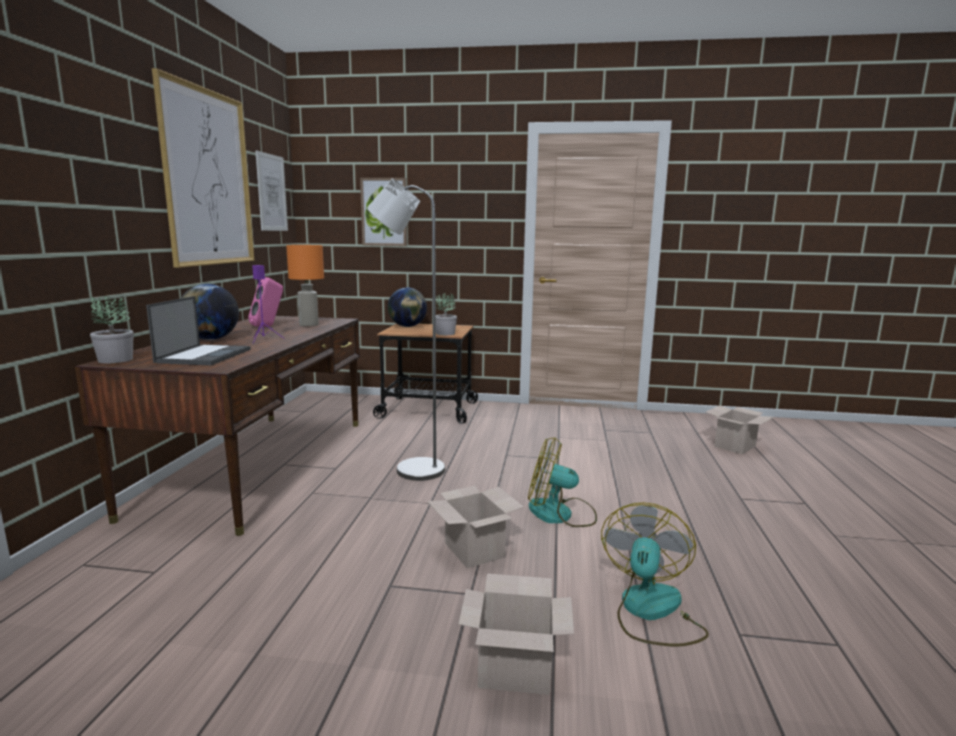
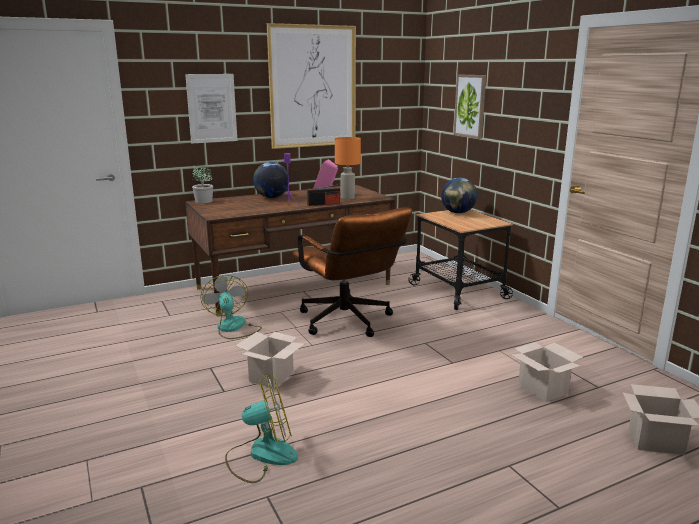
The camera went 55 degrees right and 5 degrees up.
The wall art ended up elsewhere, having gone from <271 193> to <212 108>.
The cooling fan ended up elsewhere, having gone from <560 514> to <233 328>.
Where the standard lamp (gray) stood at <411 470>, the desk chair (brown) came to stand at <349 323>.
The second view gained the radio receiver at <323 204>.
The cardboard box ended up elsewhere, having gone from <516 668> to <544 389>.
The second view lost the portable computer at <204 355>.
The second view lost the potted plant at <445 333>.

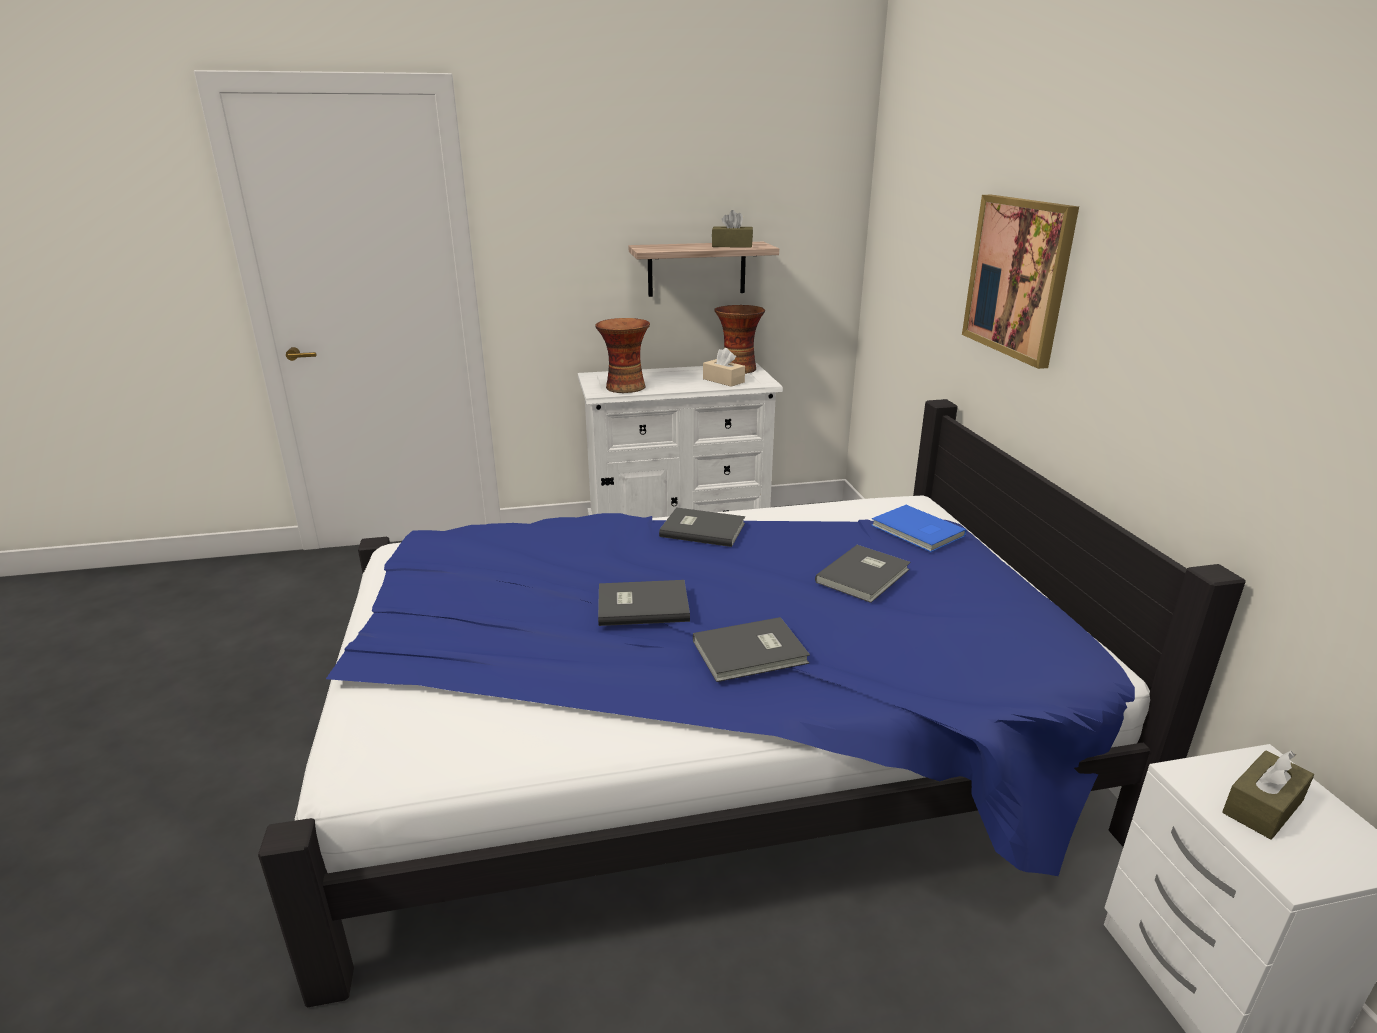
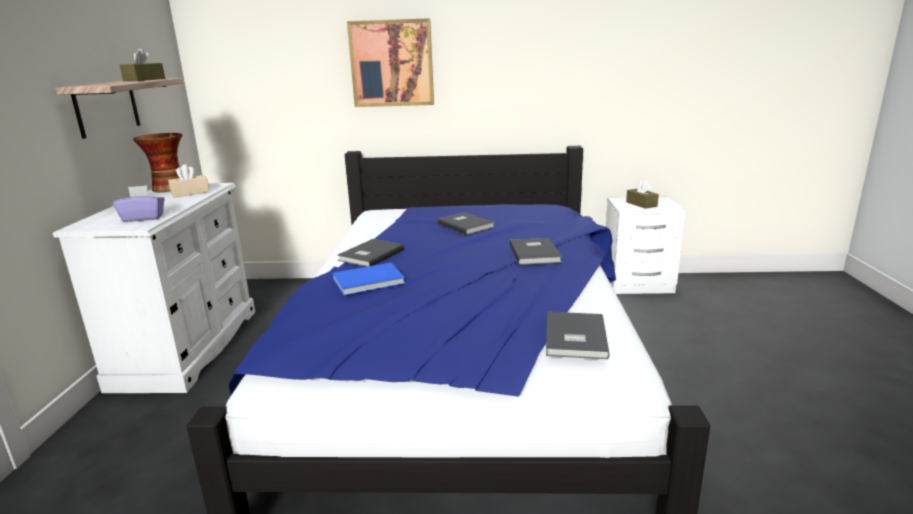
The camera went 75 degrees left and 5 degrees down.
Where the vase stood at <624 387>, the tissue holder (purple) came to stand at <143 218>.
The volume (blue) ended up elsewhere, having gone from <917 531> to <370 281>.
The volume (gray) ended up elsewhere, having gone from <641 605> to <573 338>.

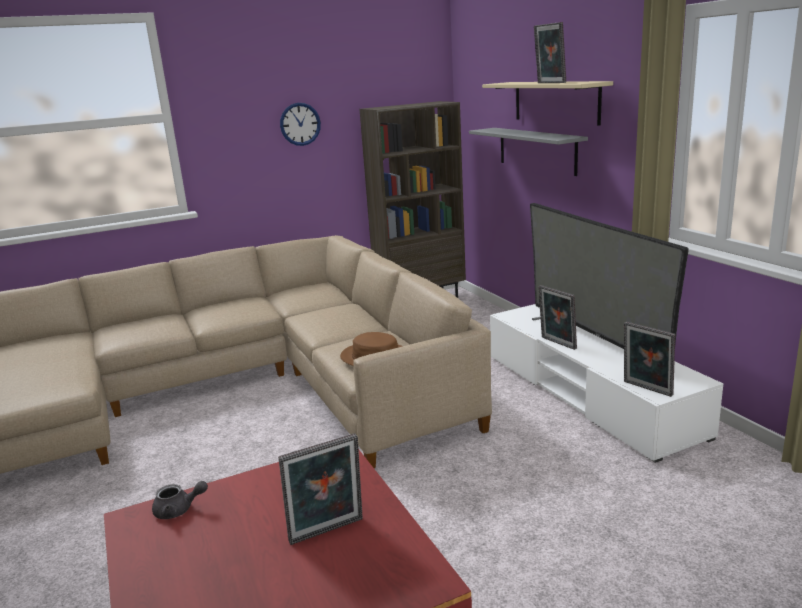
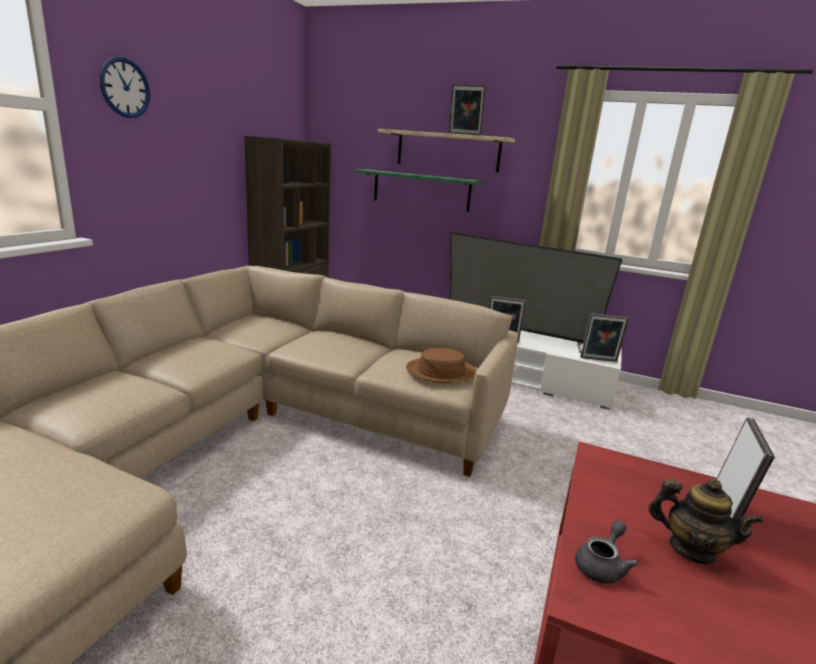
The camera went 45 degrees left and 0 degrees up.
The clock on the wall ended up elsewhere, having gone from <300 124> to <125 88>.
What was the wall shelf (gray) at <536 150> turned into the wall shelf (greenish) at <421 190>.
The second view gained the pot for tea at <691 549>.

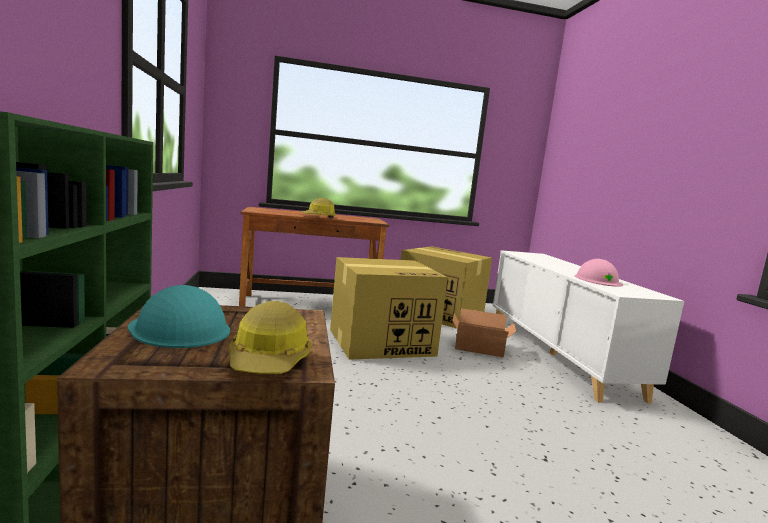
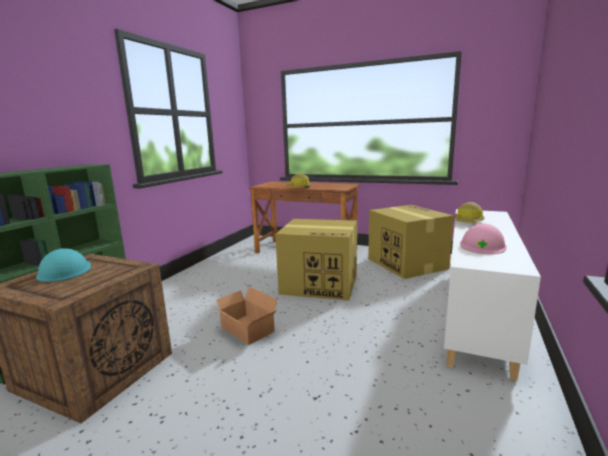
The camera went 35 degrees right and 5 degrees up.
The cardboard box ended up elsewhere, having gone from <480 349> to <246 330>.
The work helmet ended up elsewhere, having gone from <270 360> to <468 222>.

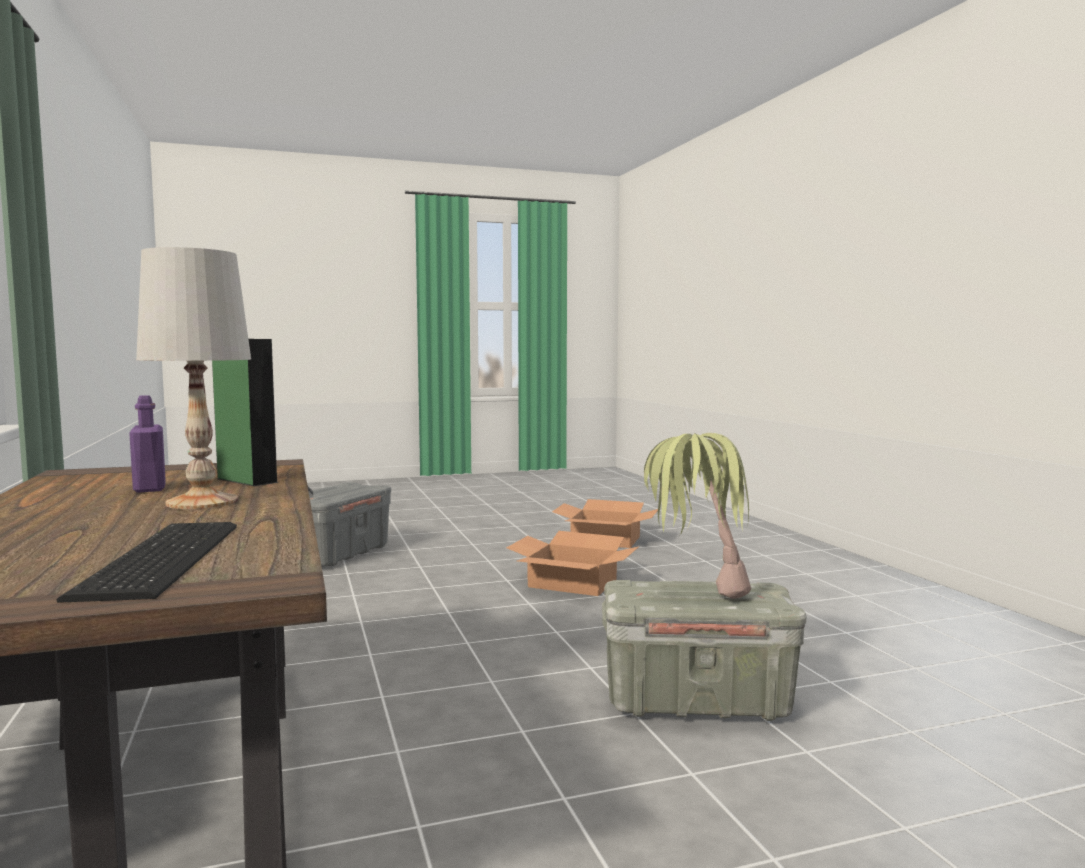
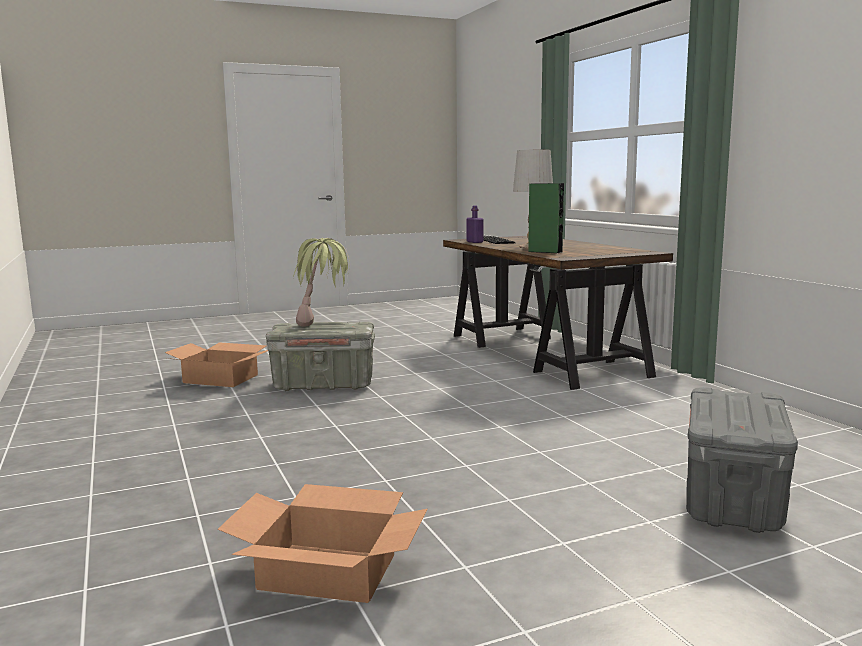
The camera went 175 degrees right and 5 degrees up.
The cardboard box ended up elsewhere, having gone from <572 583> to <220 379>.
The beverage bottle (purple) ended up elsewhere, having gone from <149 488> to <474 242>.

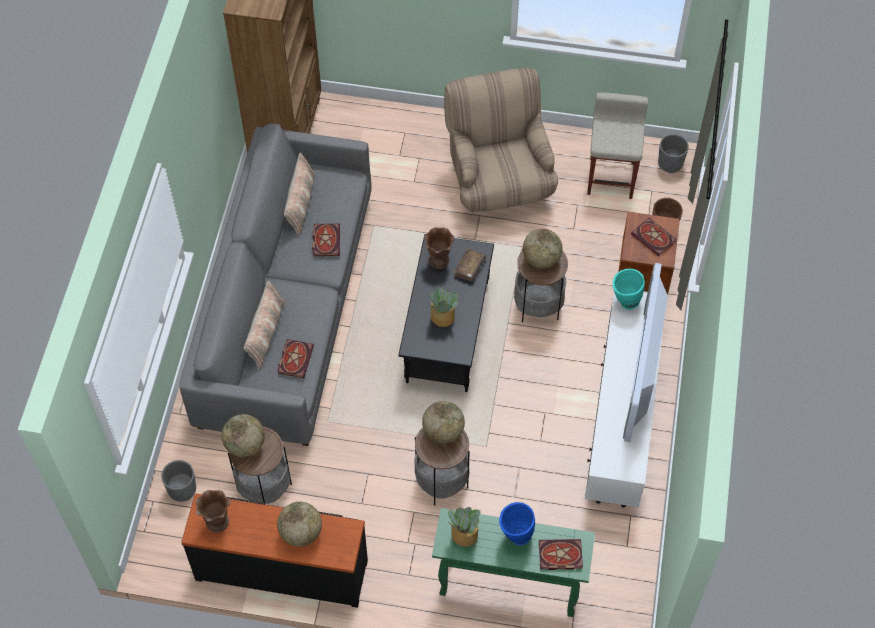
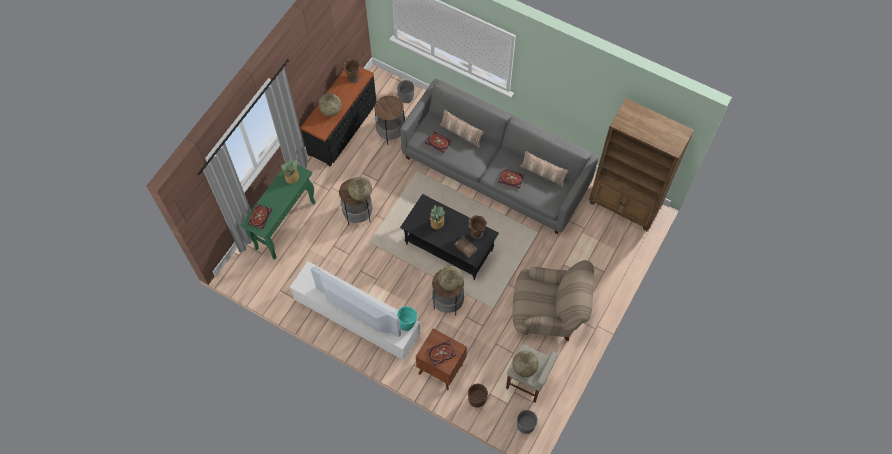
The camera went 110 degrees right and 5 degrees up.
The desk globe ended up elsewhere, having gone from <245 445> to <524 368>.
The second view lost the vase (blue) at <515 536>.

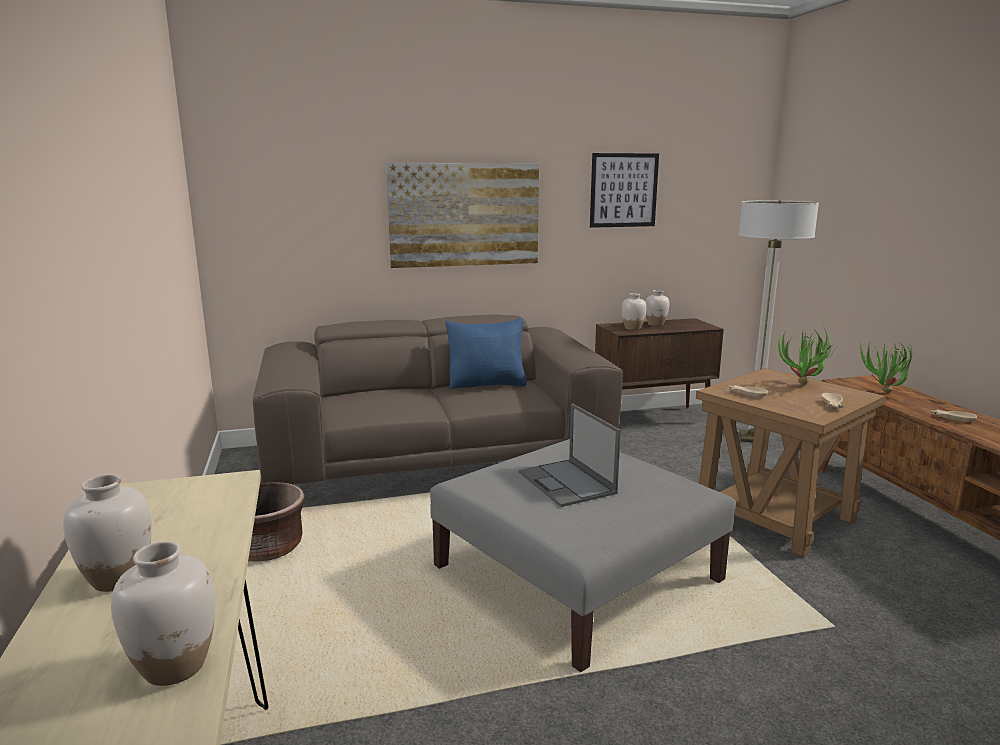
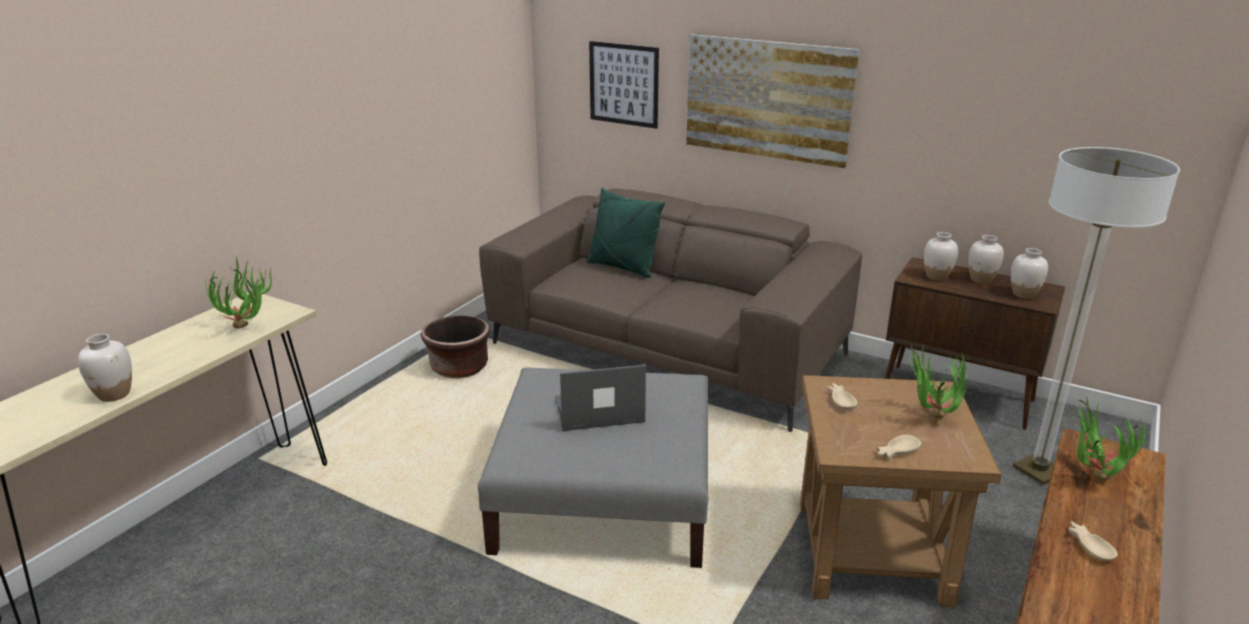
The camera went 45 degrees right and 10 degrees up.
The second view gained the potted plant at <248 329>.
The portable computer at <567 483> ended up facing another way, 60 degrees clockwise from before.
The second view gained the throw pillow (greenish) at <623 267>.
The wall art ended up elsewhere, having gone from <623 190> to <624 84>.
The vase (white) ended up elsewhere, having gone from <118 578> to <1023 294>.
The second view lost the throw pillow (blue) at <487 384>.

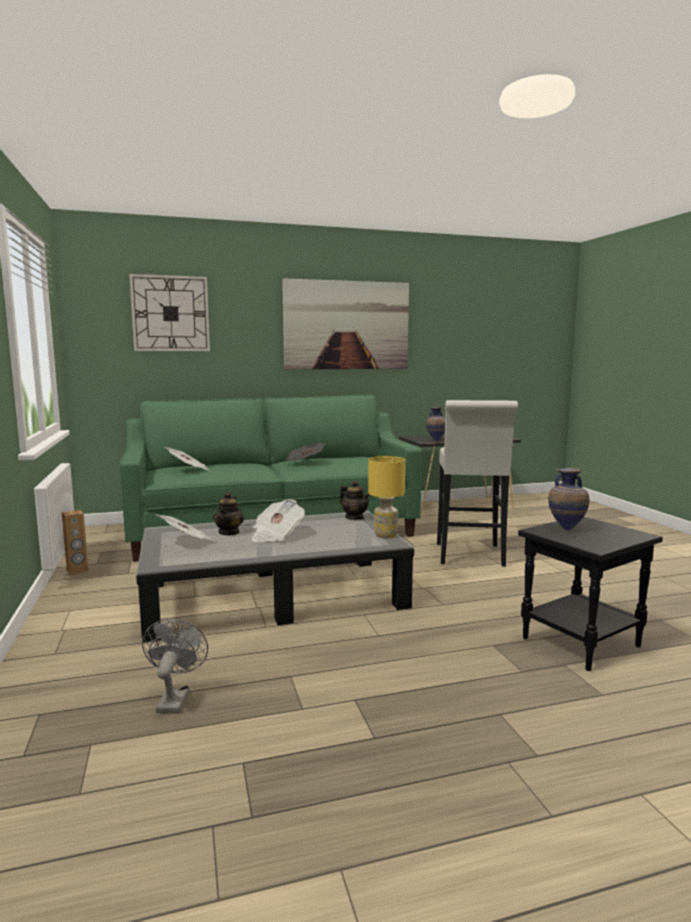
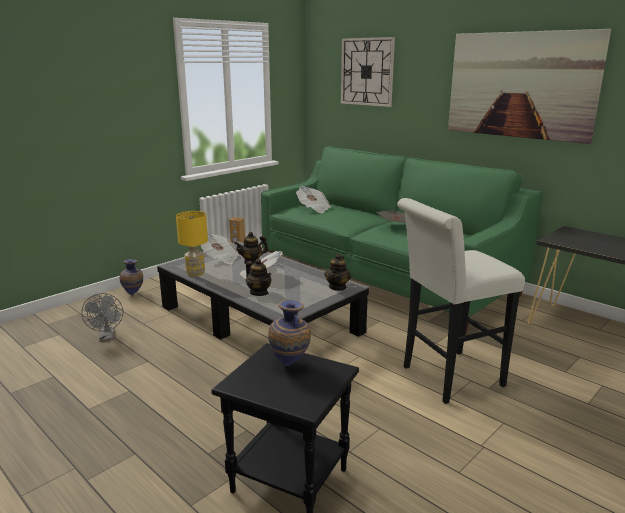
The camera went 60 degrees right and 10 degrees up.
The cooling fan (gray) at <174 698> ended up facing another way, 105 degrees clockwise from before.
The vase ended up elsewhere, having gone from <436 440> to <134 294>.
The table lamp (yellowish) ended up elsewhere, having gone from <385 535> to <195 273>.
The second view gained the pot for tea at <259 292>.

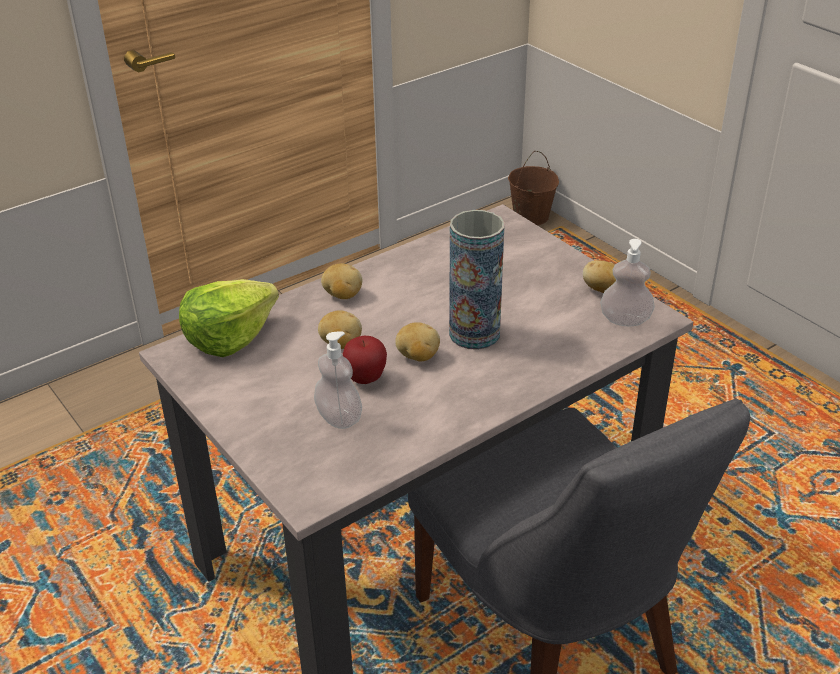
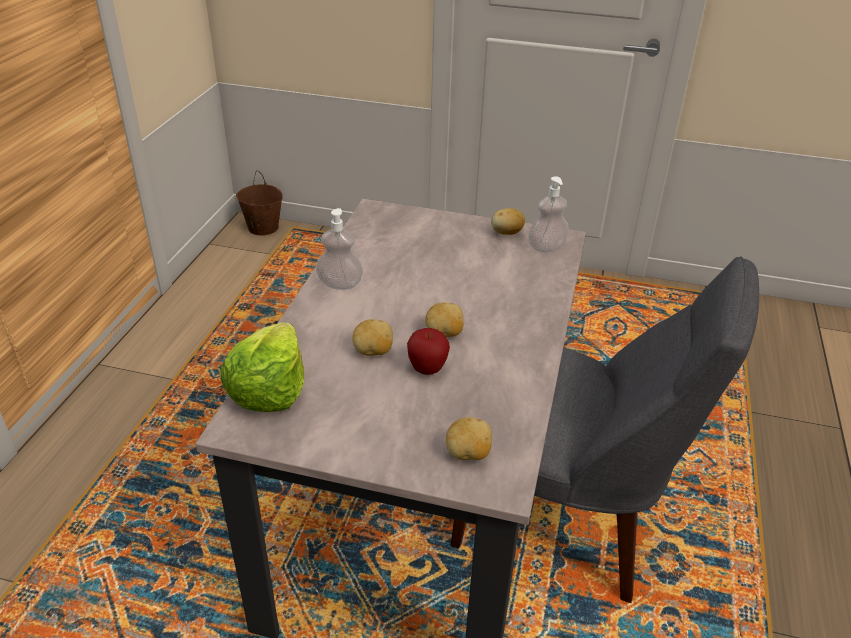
The camera went 40 degrees left and 0 degrees up.
The soap dispenser ended up elsewhere, having gone from <339 418> to <340 284>.
The spud ended up elsewhere, having gone from <342 295> to <468 454>.
The second view lost the vase at <474 334>.

